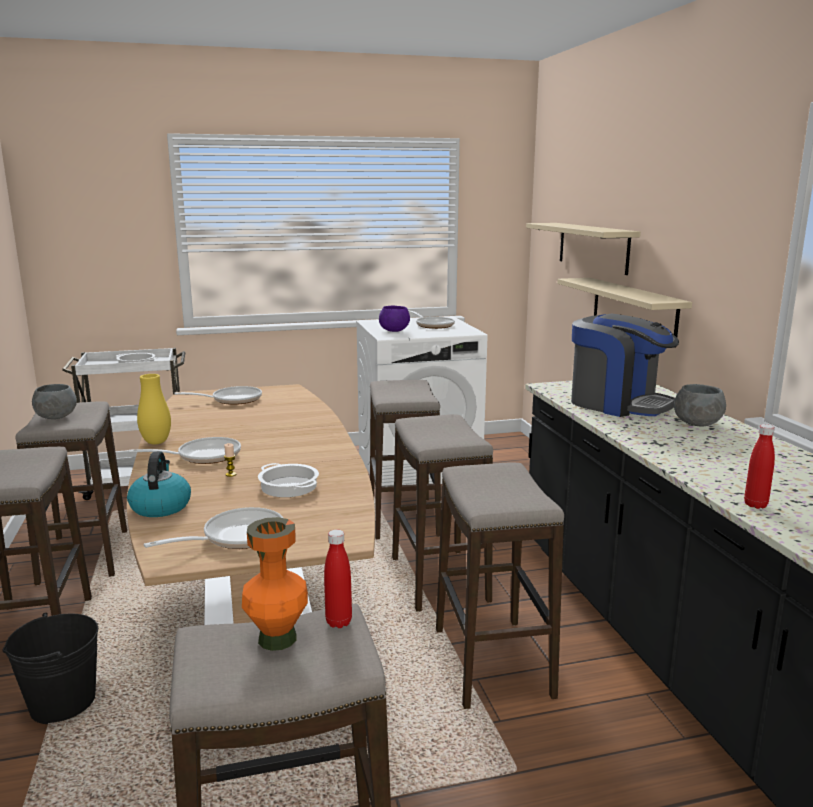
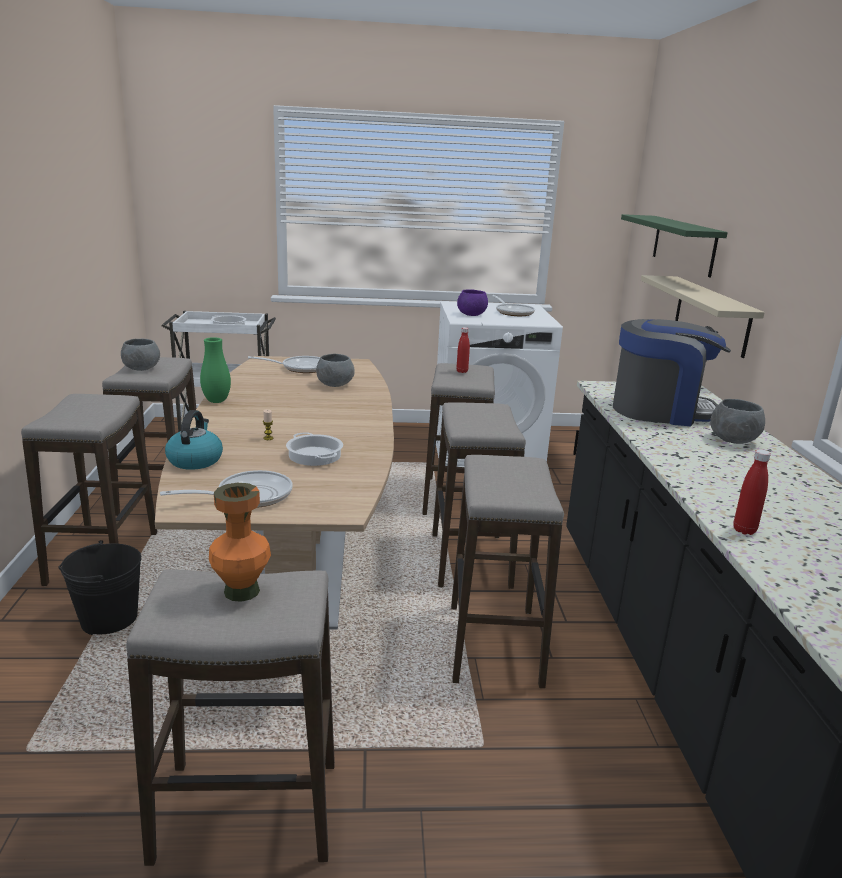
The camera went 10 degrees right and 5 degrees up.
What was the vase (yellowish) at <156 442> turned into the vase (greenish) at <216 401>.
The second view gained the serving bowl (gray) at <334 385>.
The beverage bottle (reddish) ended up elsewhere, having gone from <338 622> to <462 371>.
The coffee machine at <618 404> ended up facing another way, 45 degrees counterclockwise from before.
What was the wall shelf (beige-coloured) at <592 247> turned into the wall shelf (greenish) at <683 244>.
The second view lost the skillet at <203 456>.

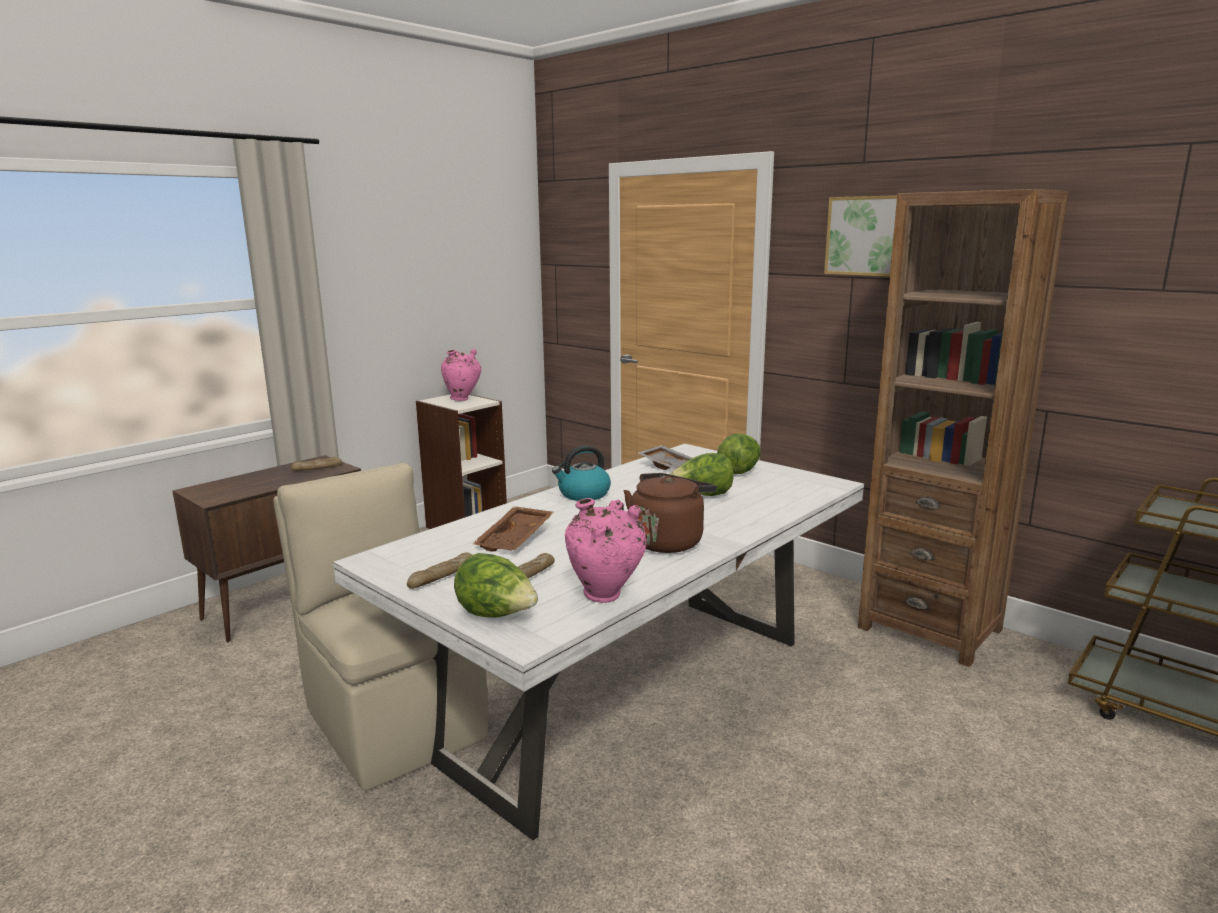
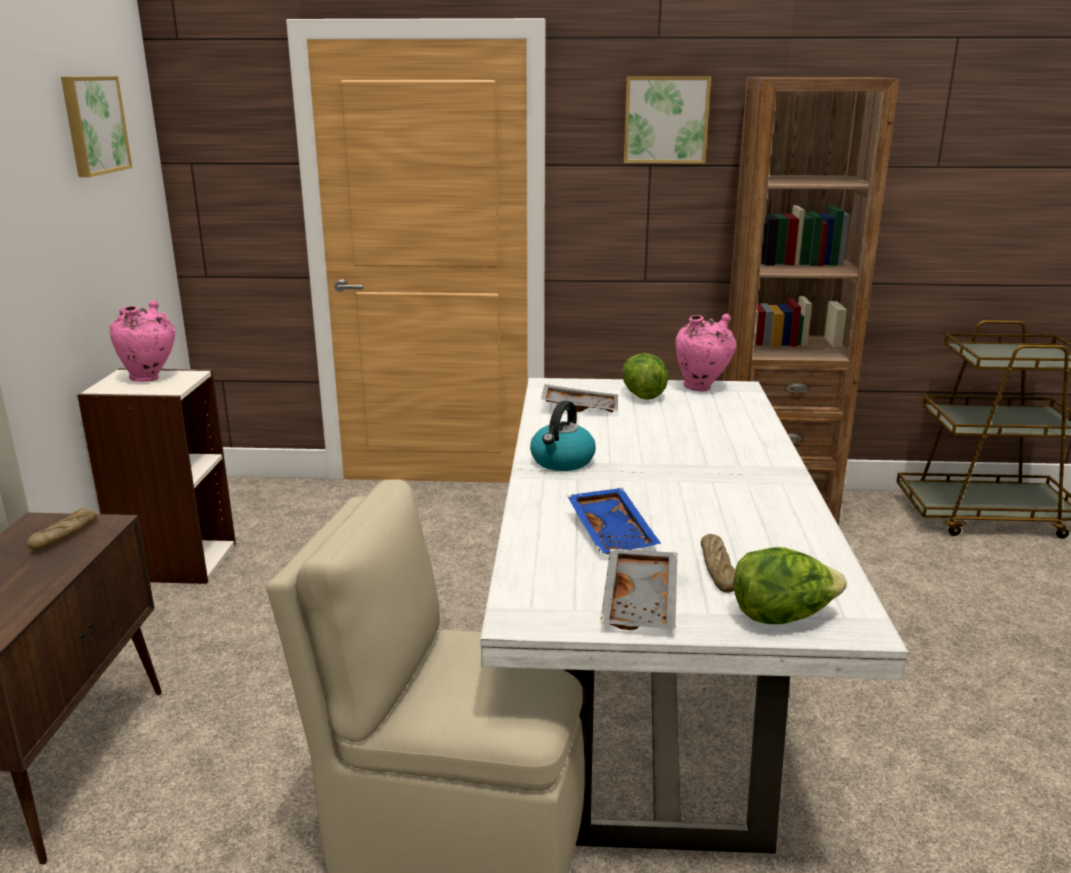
The camera went 40 degrees left and 5 degrees up.
The second view gained the wall art at <93 125>.
What was the serving tray (brown) at <516 539> turned into the serving tray (blue) at <613 533>.
Where the bread stood at <442 577>, the serving tray (gray) came to stand at <642 602>.
The vase (pink-coloured) ended up elsewhere, having gone from <606 597> to <702 388>.
The second view lost the kettle (brown) at <668 541>.
The second view lost the lettuce head at <702 495>.

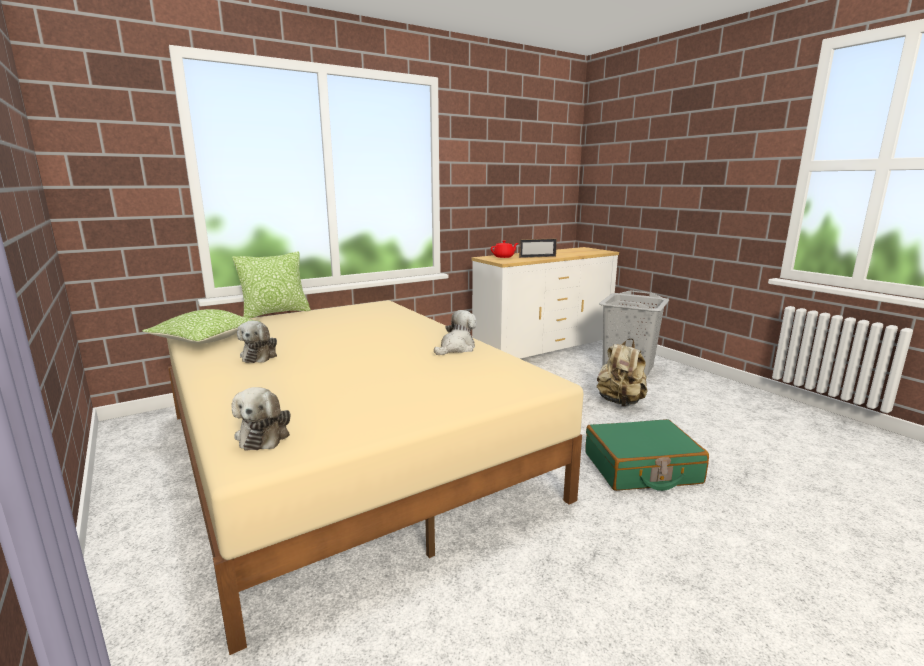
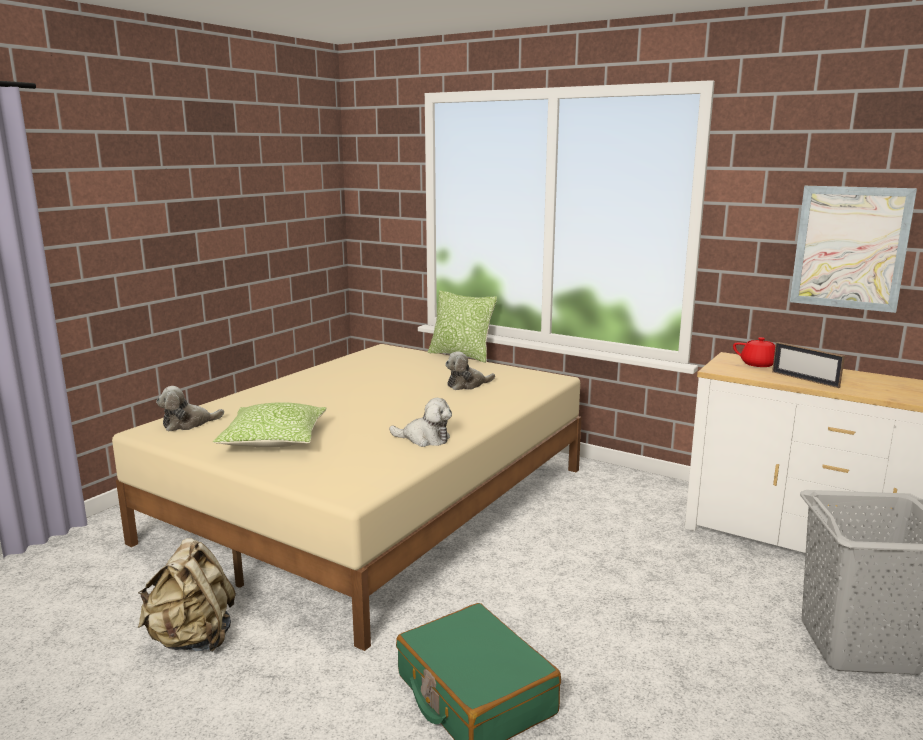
The camera went 65 degrees right and 0 degrees up.
The backpack (beige-coloured) ended up elsewhere, having gone from <620 402> to <193 639>.
The throw pillow ended up elsewhere, having gone from <205 340> to <274 440>.
The plush toy ended up elsewhere, having gone from <260 355> to <467 385>.
The second view gained the wall art at <850 248>.

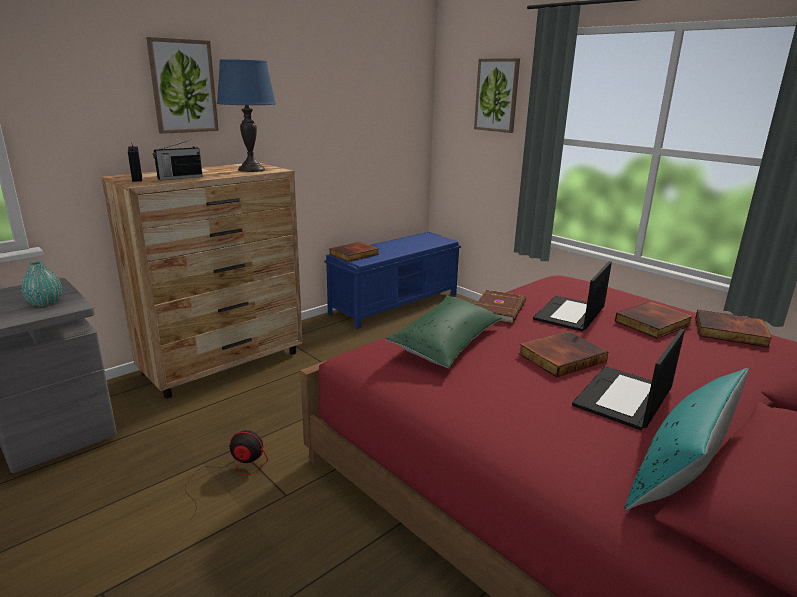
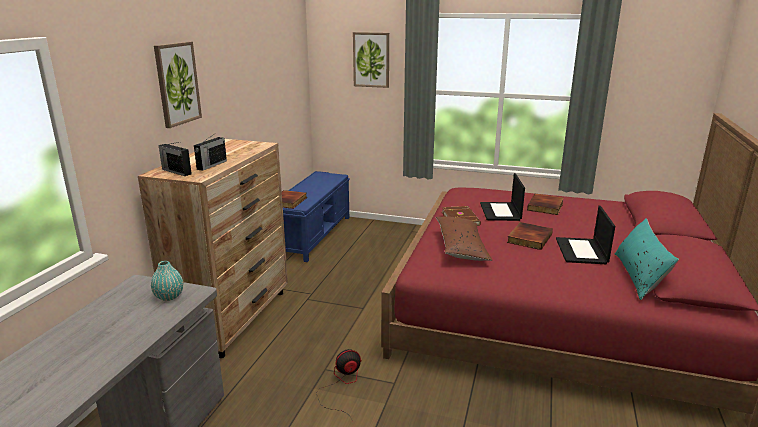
The camera went 30 degrees left and 0 degrees up.
What was the throw pillow (greenish) at <446 342> turned into the throw pillow (brown) at <461 247>.
The second view lost the table lamp (blue) at <251 169>.
The second view lost the volume at <729 332>.

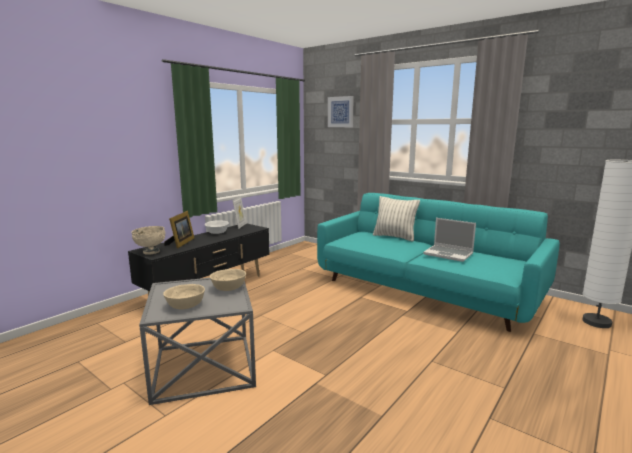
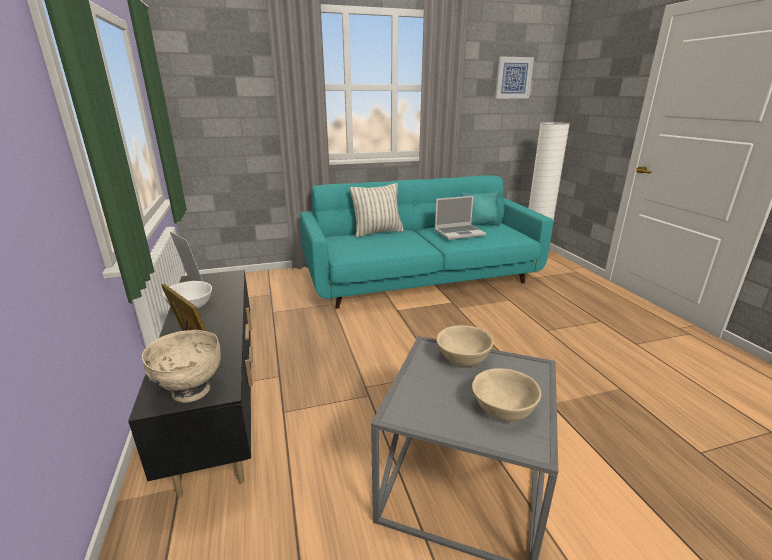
The camera went 55 degrees left and 10 degrees up.
The second view gained the throw pillow (turquoise-coloured) at <480 224>.
The wall art ended up elsewhere, having gone from <340 112> to <513 78>.

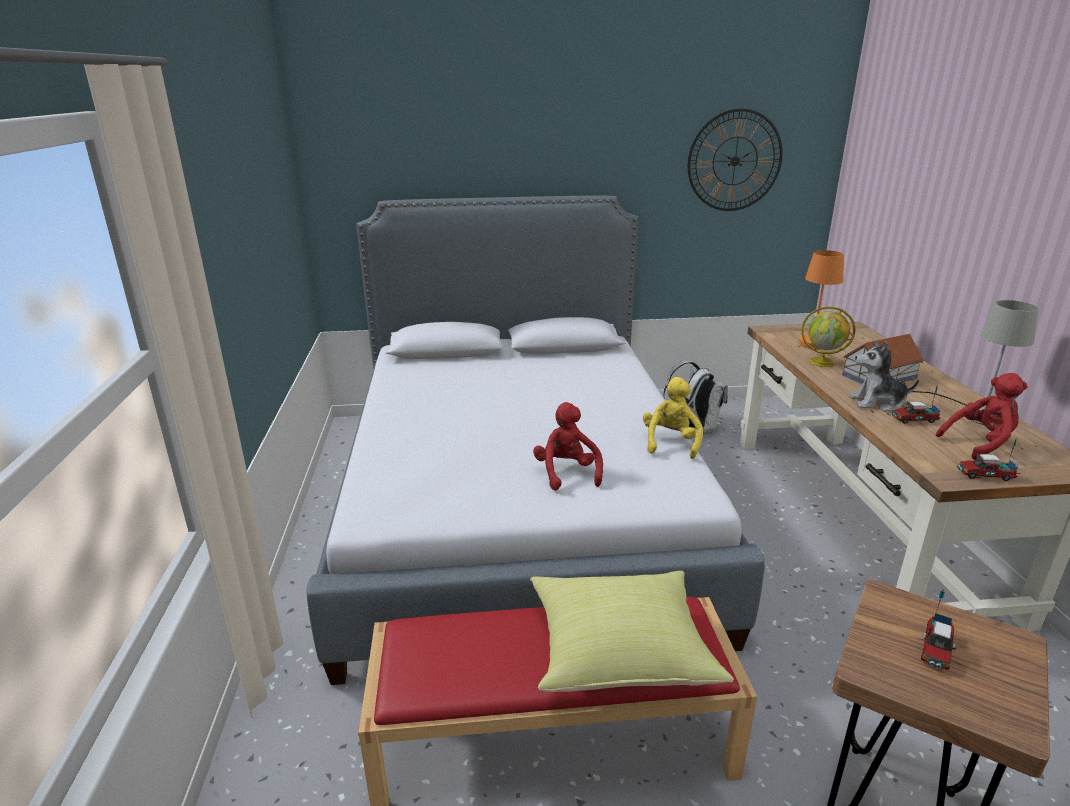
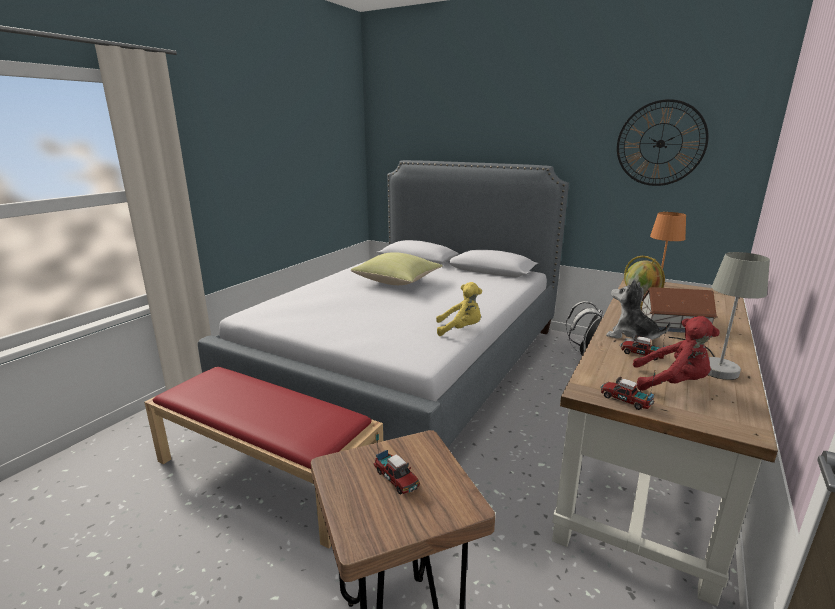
The camera went 35 degrees right and 5 degrees down.
The throw pillow (yellowish) ended up elsewhere, having gone from <620 652> to <398 282>.
The model truck at <936 649> ended up facing another way, 105 degrees counterclockwise from before.
The plush toy (yellowish) at <671 443> ended up facing another way, 45 degrees clockwise from before.
The second view lost the plush toy (reddish) at <567 473>.

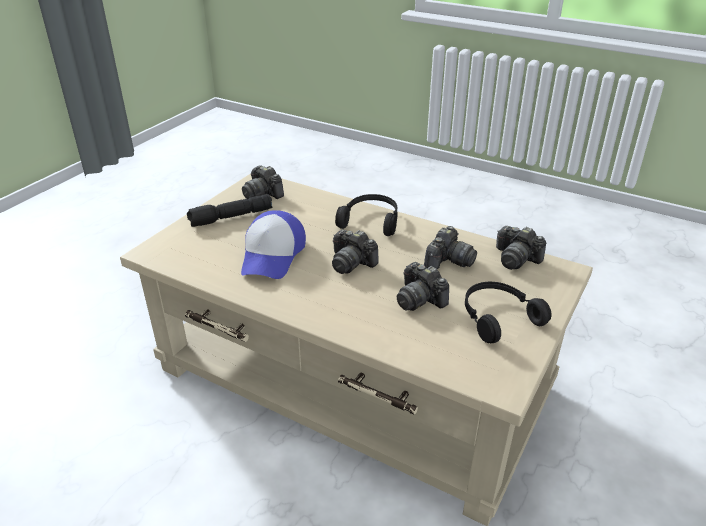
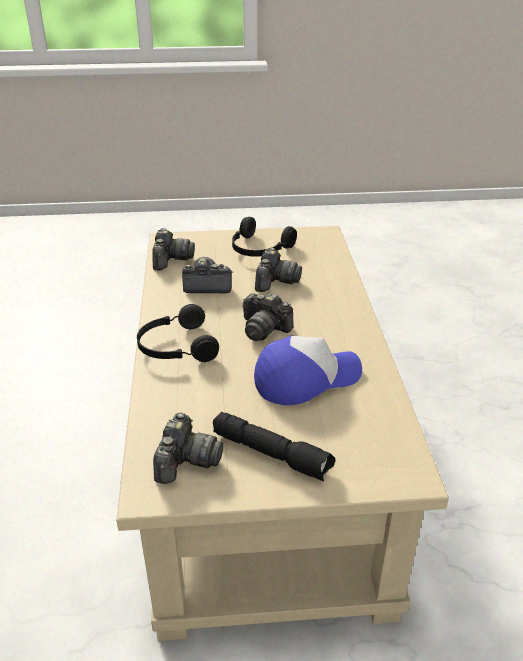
The camera went 125 degrees left and 0 degrees up.
The still camera at <351 263> ended up facing another way, 120 degrees clockwise from before.

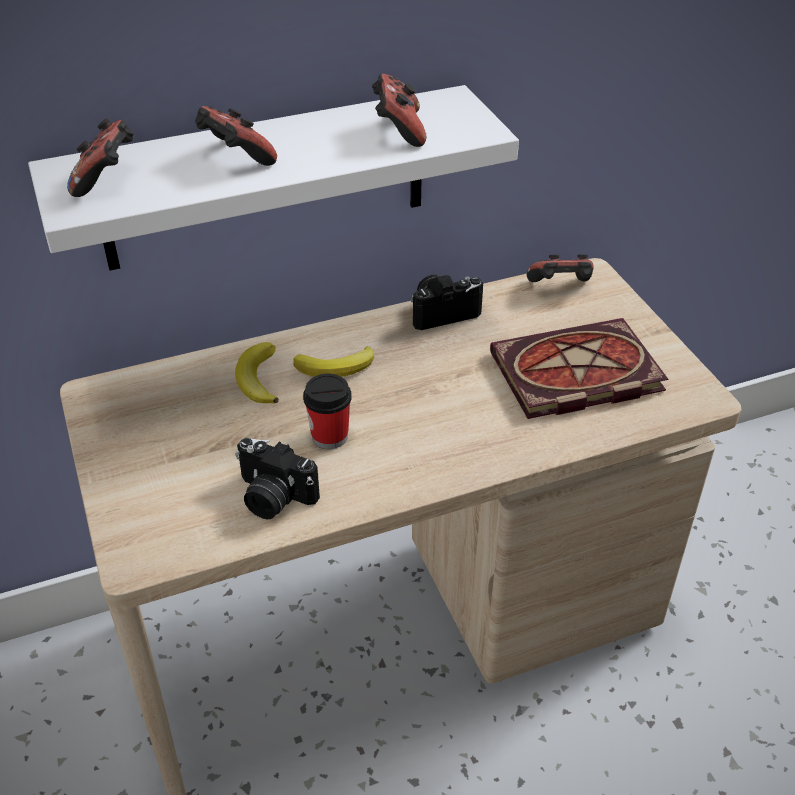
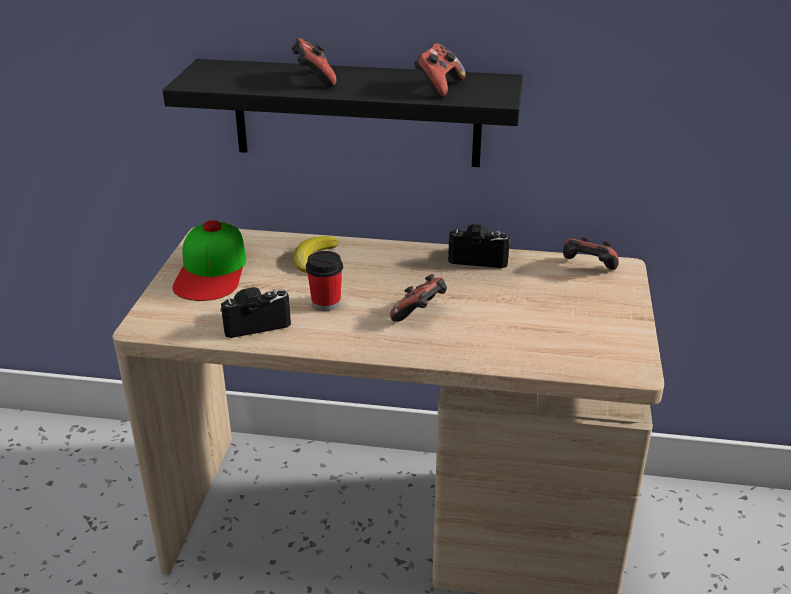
The camera went 30 degrees right and 10 degrees down.
What was the wall shelf (white) at <265 180> turned into the wall shelf (black-coloured) at <356 113>.
The second view gained the baseball cap at <212 271>.
The still camera at <272 497> ended up facing another way, 105 degrees clockwise from before.
The game controller ended up elsewhere, having gone from <107 180> to <420 314>.
The second view lost the banana at <337 367>.
The second view lost the volume at <573 375>.

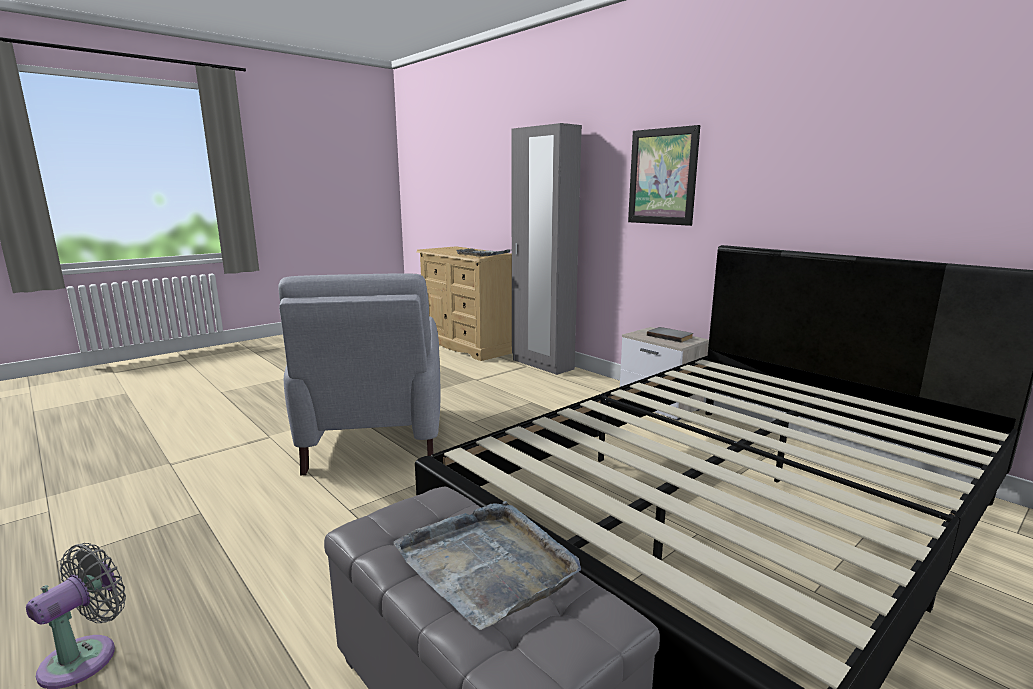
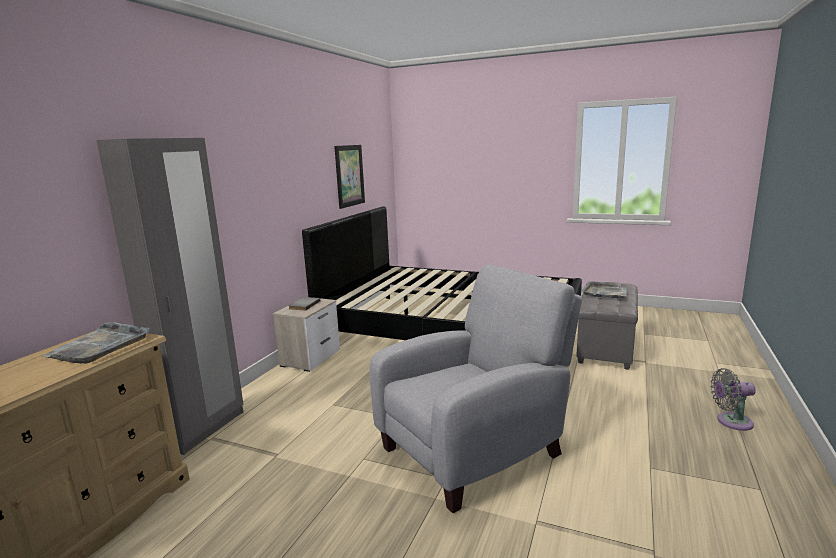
The camera went 115 degrees left and 0 degrees up.
The wall art ended up elsewhere, having gone from <662 177> to <349 175>.

